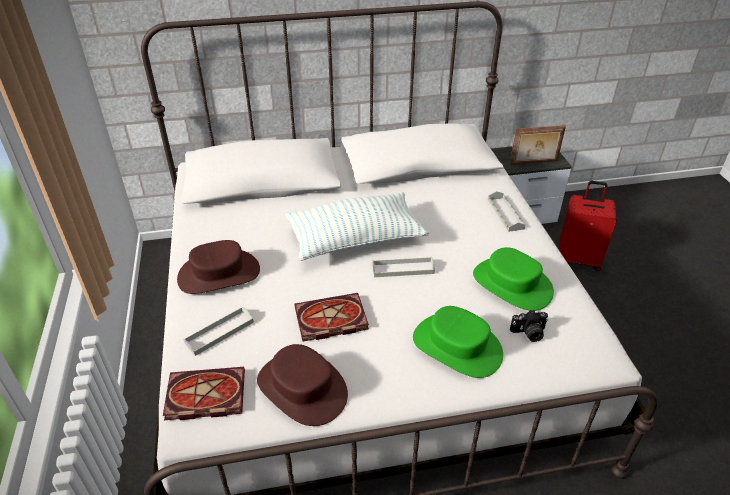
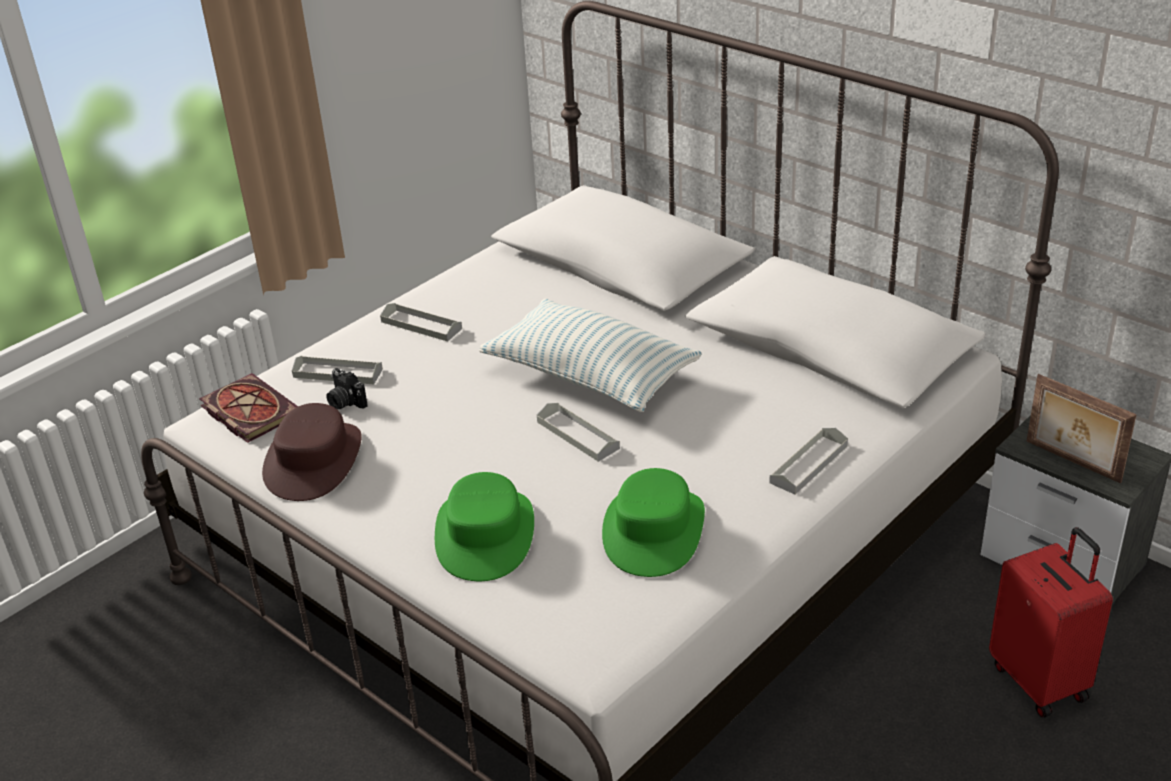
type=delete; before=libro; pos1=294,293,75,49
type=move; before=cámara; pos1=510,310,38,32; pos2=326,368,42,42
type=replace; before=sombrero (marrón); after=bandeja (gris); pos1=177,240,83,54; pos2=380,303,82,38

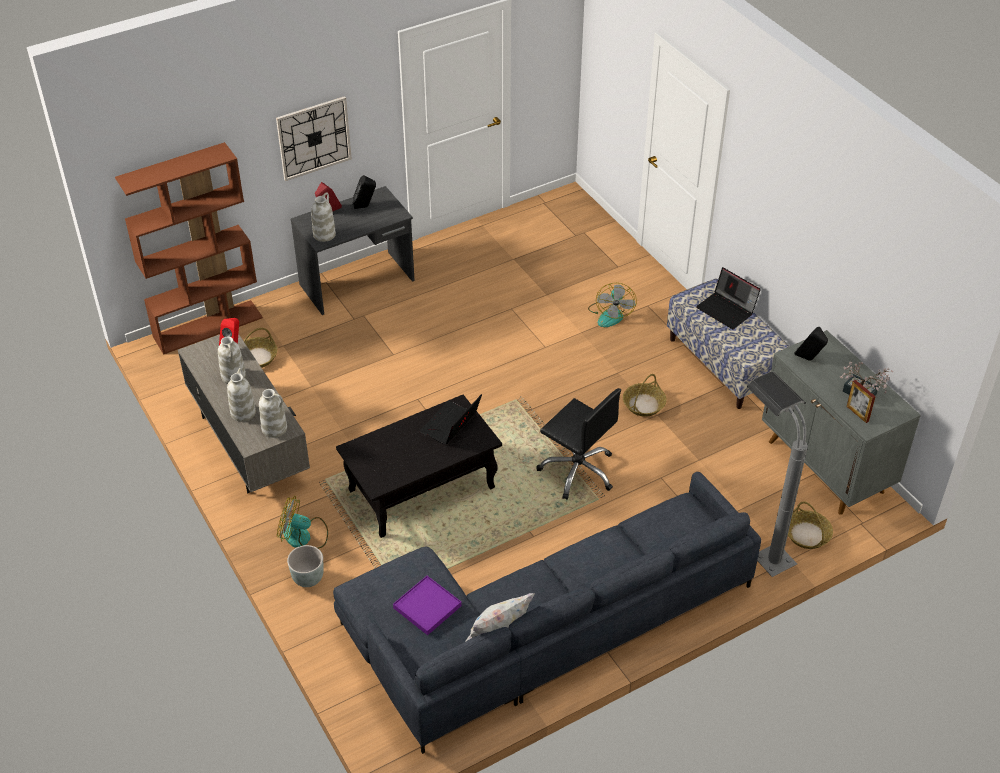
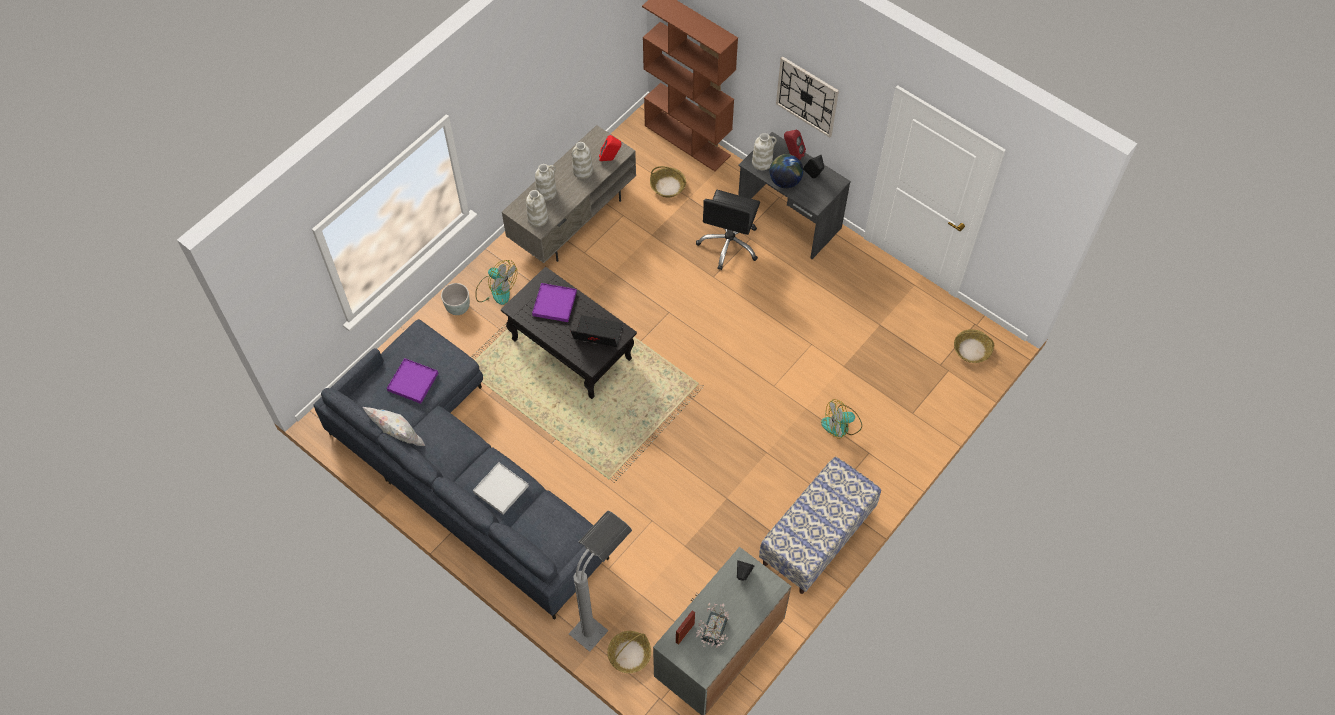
type=delete; before=portátil; pos1=696,267,65,62
type=insert; after=bandeja (blanco); pos2=473,462,56,52
type=insert; after=bandeja (morado); pos2=532,283,45,39
type=insert; after=globo terráqueo; pos2=769,154,34,34
type=move; before=silla de oficina (negro); pos1=537,388,84,112; pos2=696,190,64,80
type=move; before=cesta; pos1=623,374,43,43; pos2=954,329,40,34
type=rotate; before=ventilador; pos1=277,496,51,53; pos2=475,260,42,45; turn=135

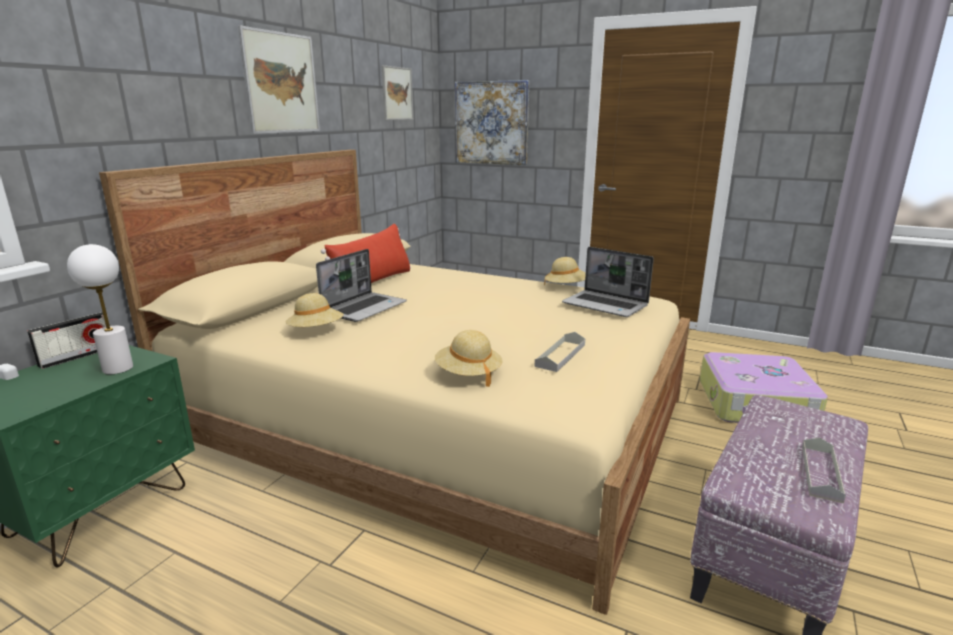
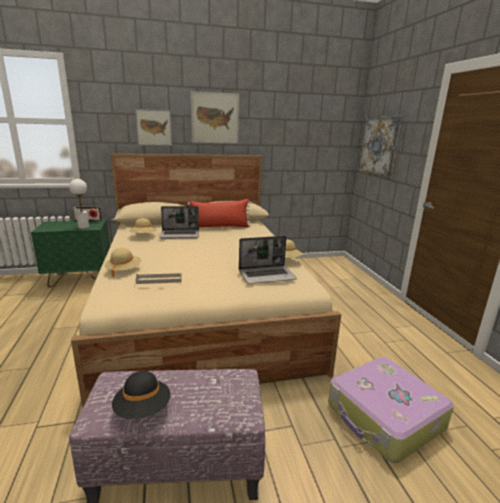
type=move; before=cuadro; pos1=382,65,31,55; pos2=135,109,37,37
type=replace; before=bandeja (gris); after=sombrero (negro); pos1=802,437,44,66; pos2=112,371,58,48
type=rotate; before=portátil; pos1=562,247,92,70; pos2=239,236,58,48; turn=-105

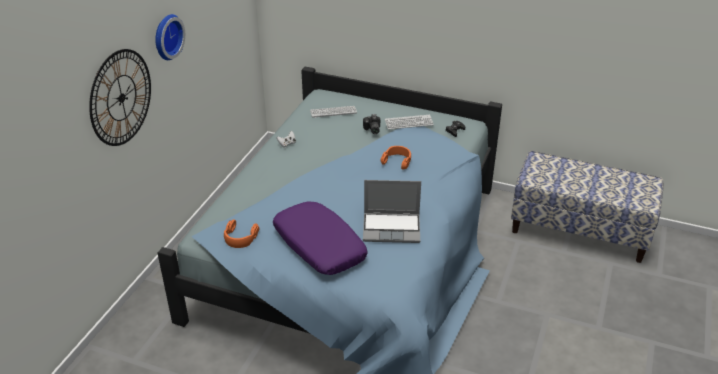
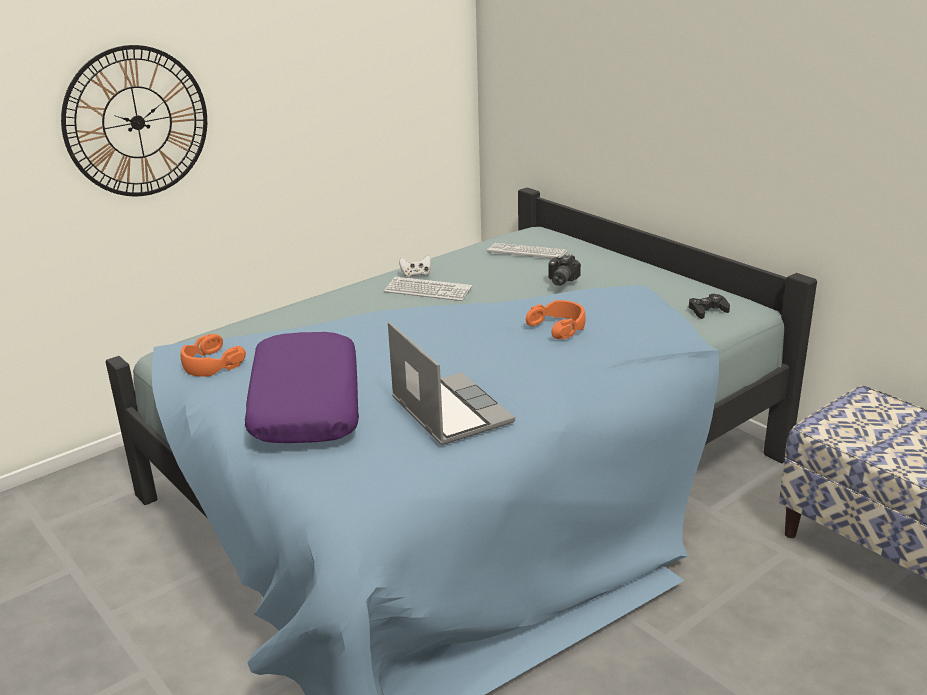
type=delete; before=reloj de pared; pos1=155,14,30,46
type=move; before=teclado; pos1=385,115,49,15; pos2=384,277,88,24
type=rotate; before=portátil; pos1=363,180,58,63; pos2=388,321,127,124; turn=-150

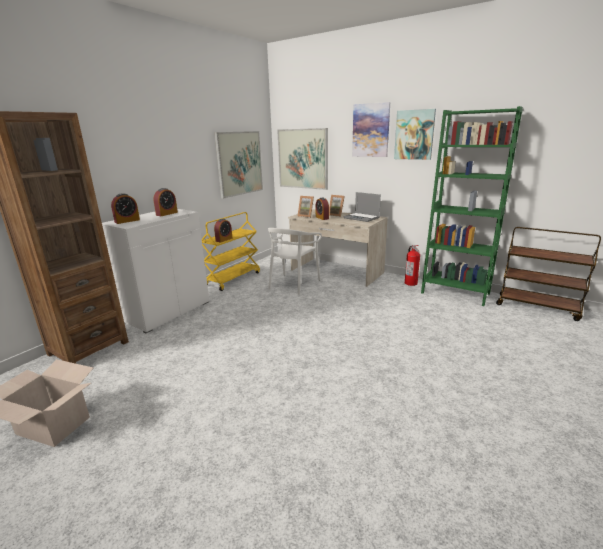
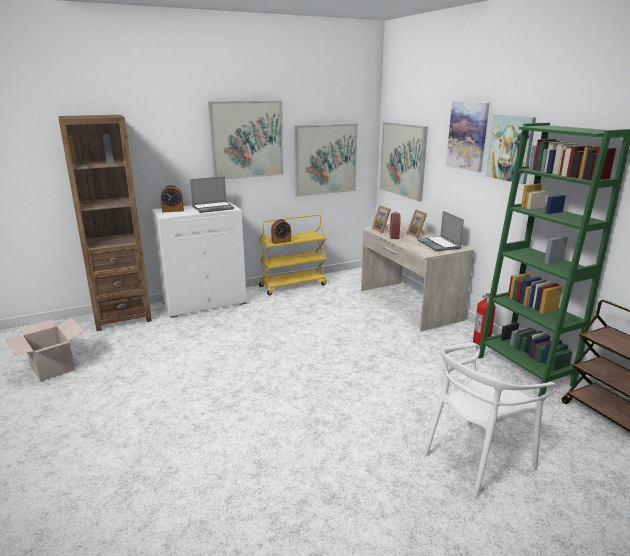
type=insert; after=cuadro; pos2=208,101,76,78
type=move; before=silla (blanco); pos1=268,228,54,67; pos2=423,343,134,154
type=replace; before=despertador; after=portátil; pos1=153,188,25,28; pos2=190,176,44,37

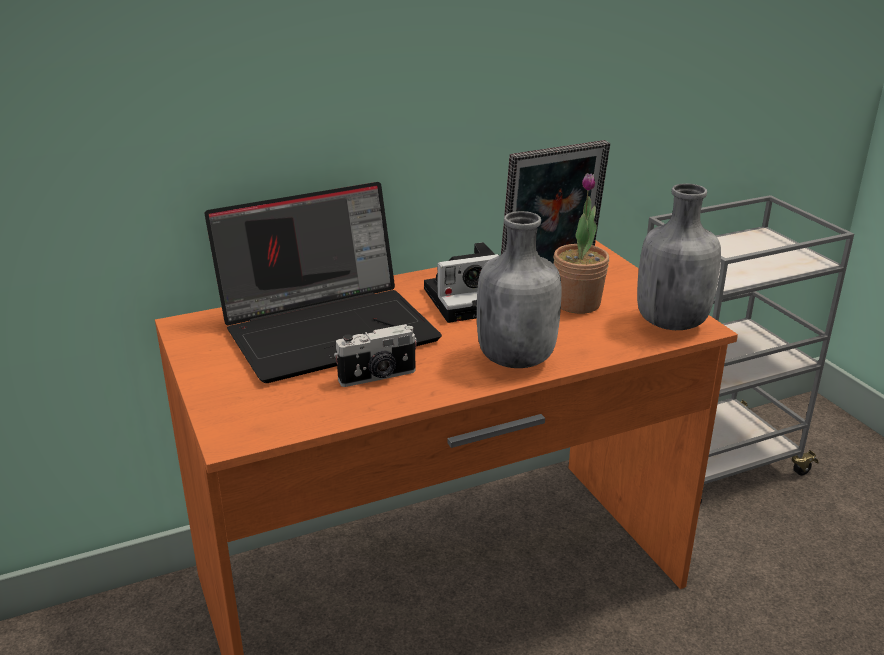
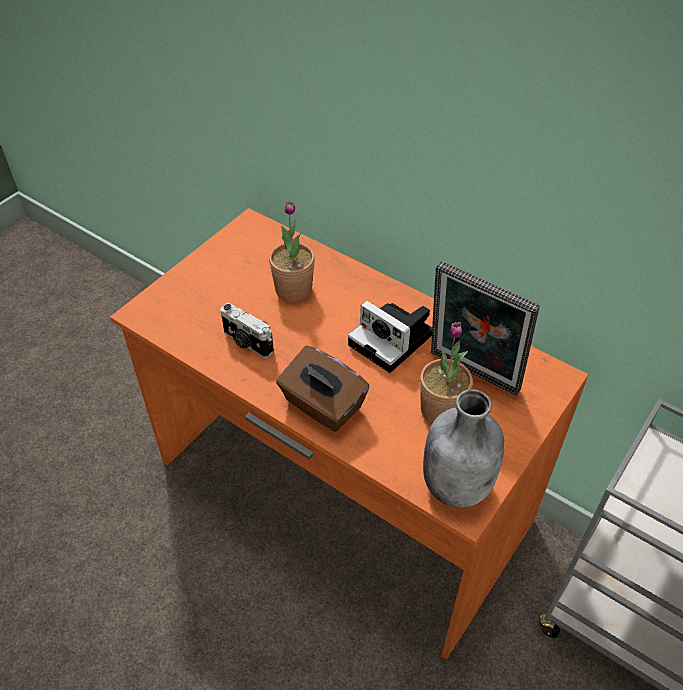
type=replace; before=portátil; after=planta en maceta; pos1=205,182,237,201; pos2=269,201,46,101
type=replace; before=botella (gris); after=caja de pañuelos (marrón); pos1=477,211,84,157; pos2=276,346,93,86

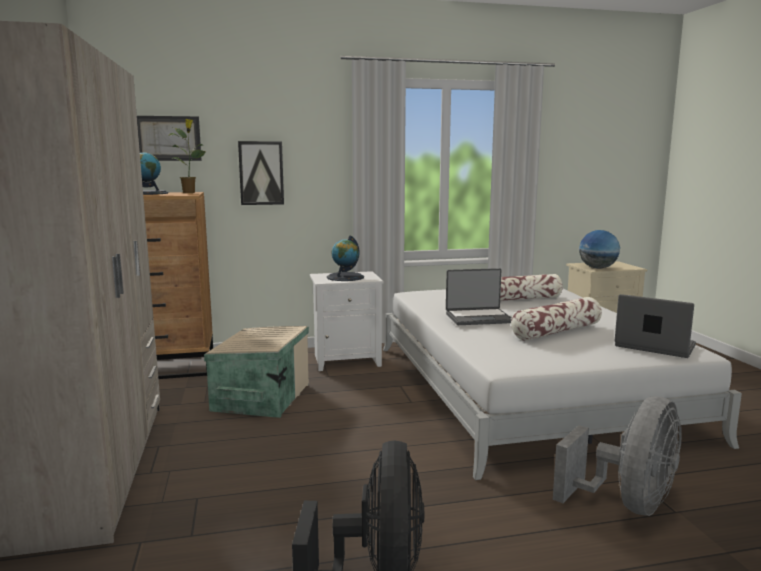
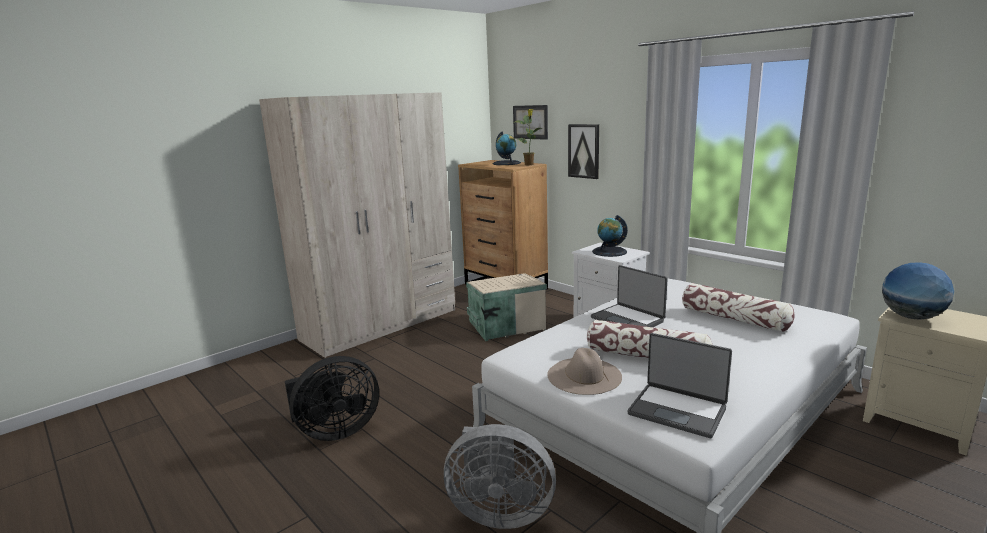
type=insert; after=sombrero (beis); pos2=547,348,75,47
type=rotate; before=portátil; pos1=615,294,81,64; pos2=628,333,104,105; turn=120

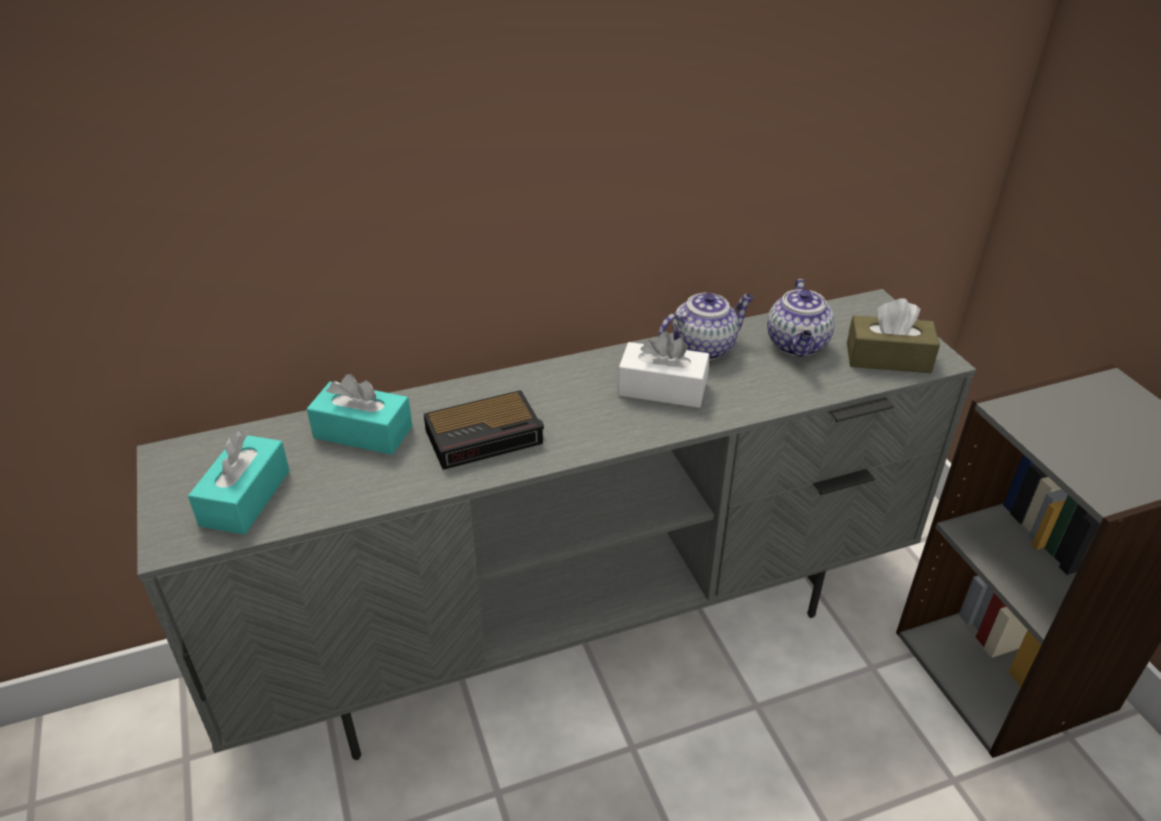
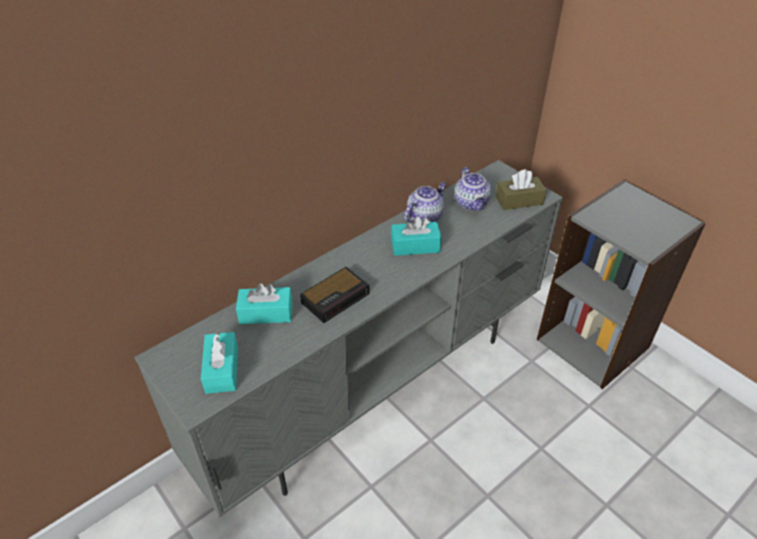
type=recolor; before=caja de pañuelos (blanco); after=caja de pañuelos (turquesa); pos1=618,332,91,76; pos2=391,216,51,40

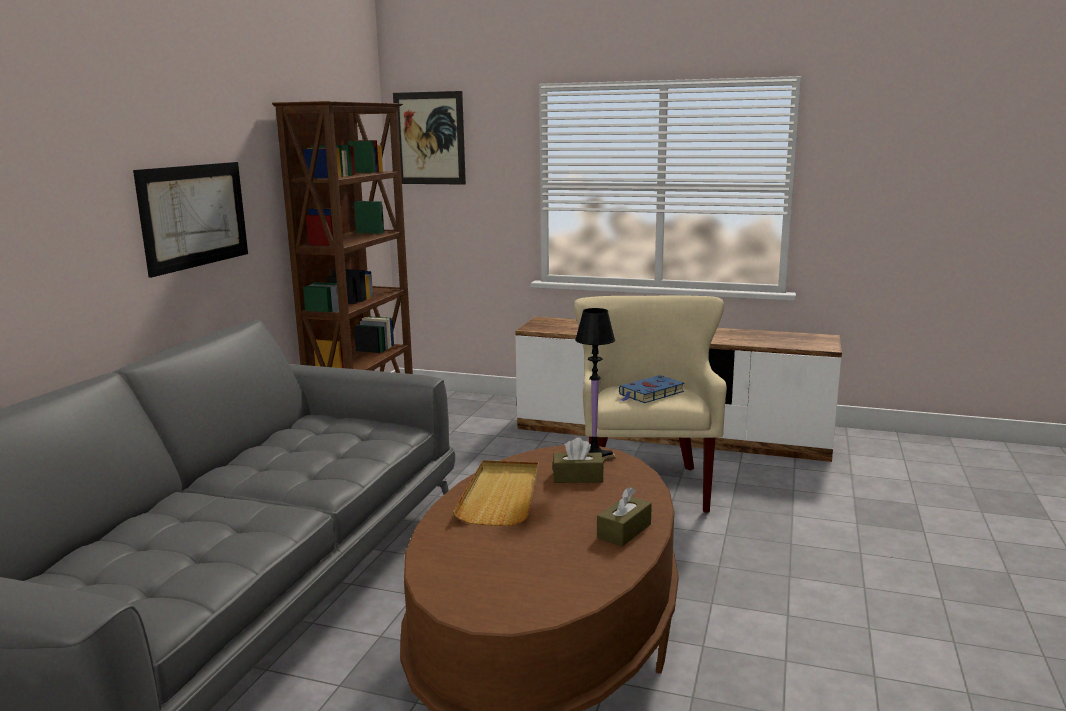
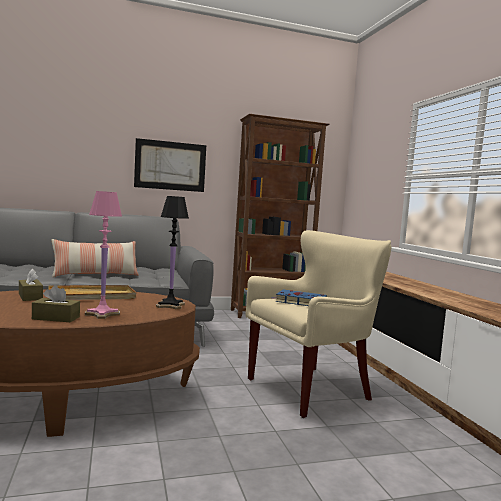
type=delete; before=cuadro; pos1=393,91,73,94
type=insert; after=cojín; pos2=51,239,88,38
type=insert; after=lámpara de mesa (rosa); pos2=85,191,37,128
type=move; before=caja de pañuelos (marrón); pos1=553,438,51,45; pos2=19,269,24,32

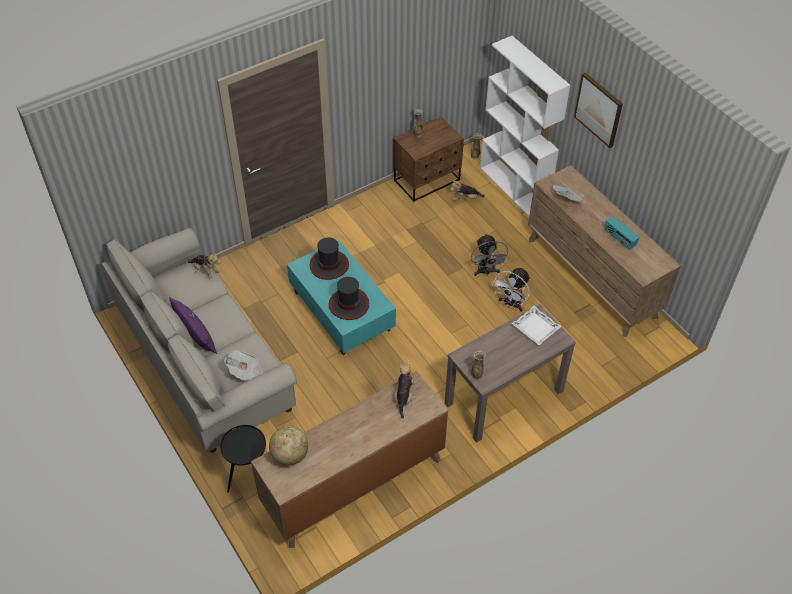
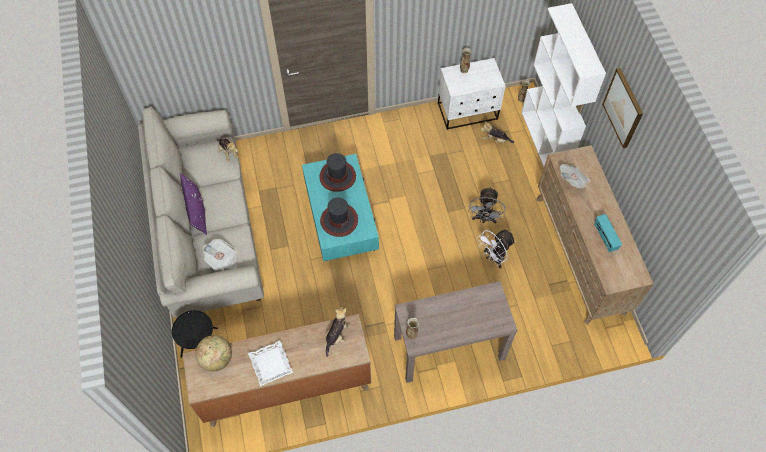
type=move; before=bandeja (blanco); pos1=511,306,51,39; pos2=248,340,45,46
type=recolor; before=mesita de noche (marrón); after=mesita de noche (blanco); pos1=393,117,71,85; pos2=438,58,68,72

